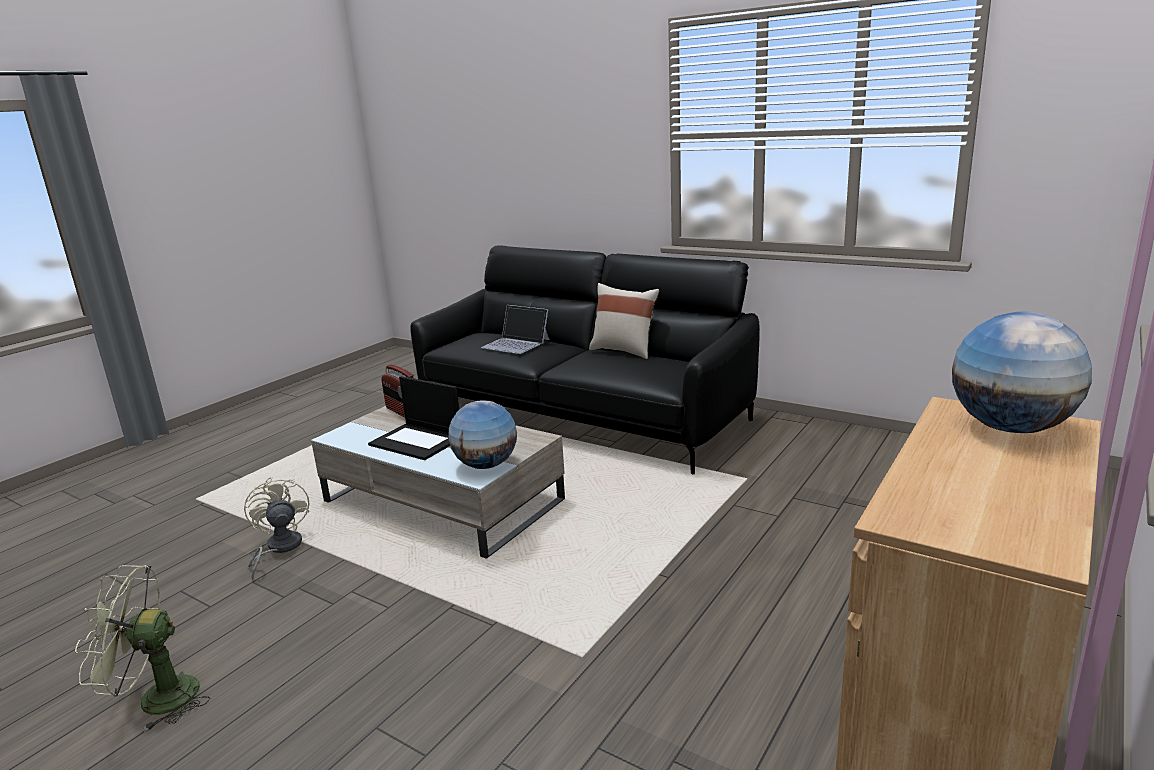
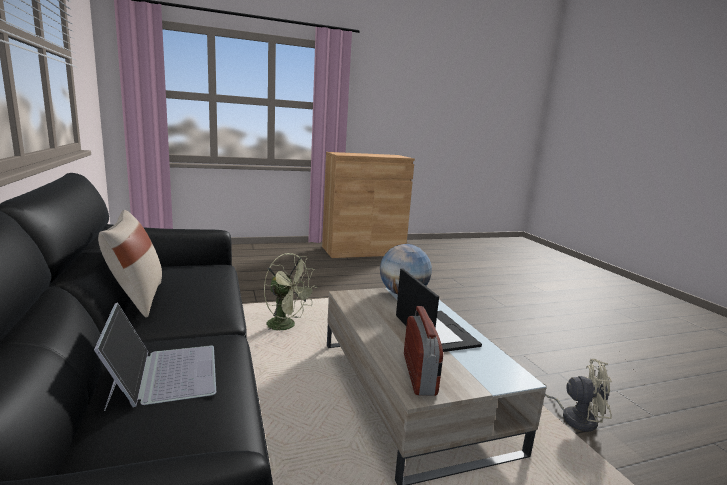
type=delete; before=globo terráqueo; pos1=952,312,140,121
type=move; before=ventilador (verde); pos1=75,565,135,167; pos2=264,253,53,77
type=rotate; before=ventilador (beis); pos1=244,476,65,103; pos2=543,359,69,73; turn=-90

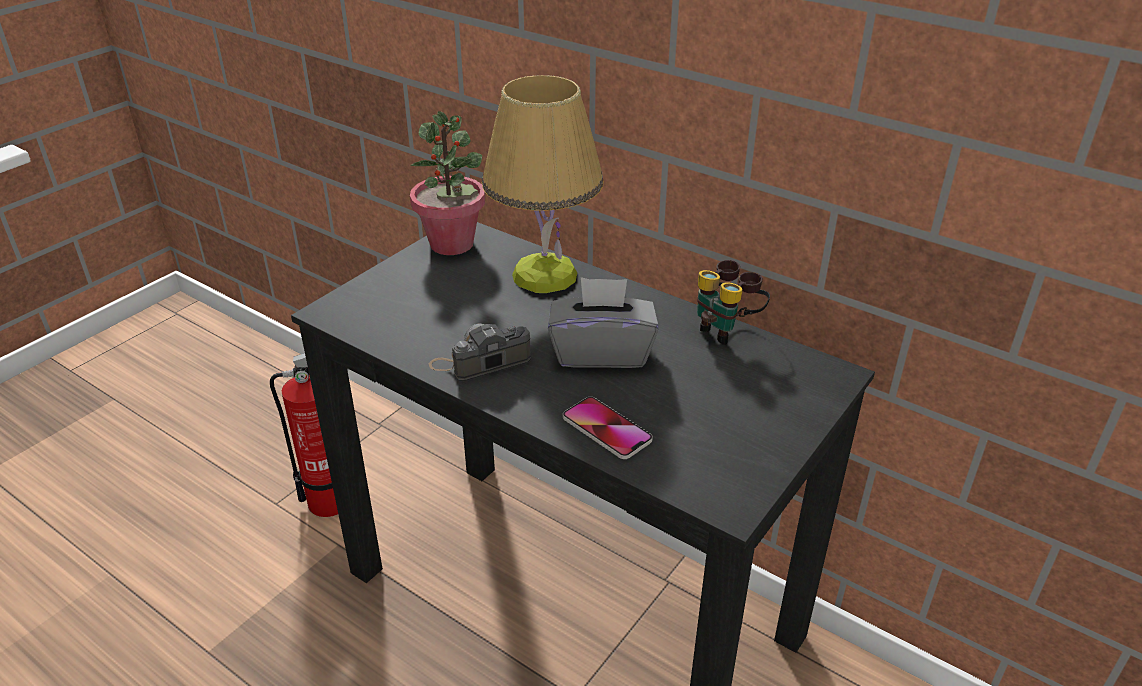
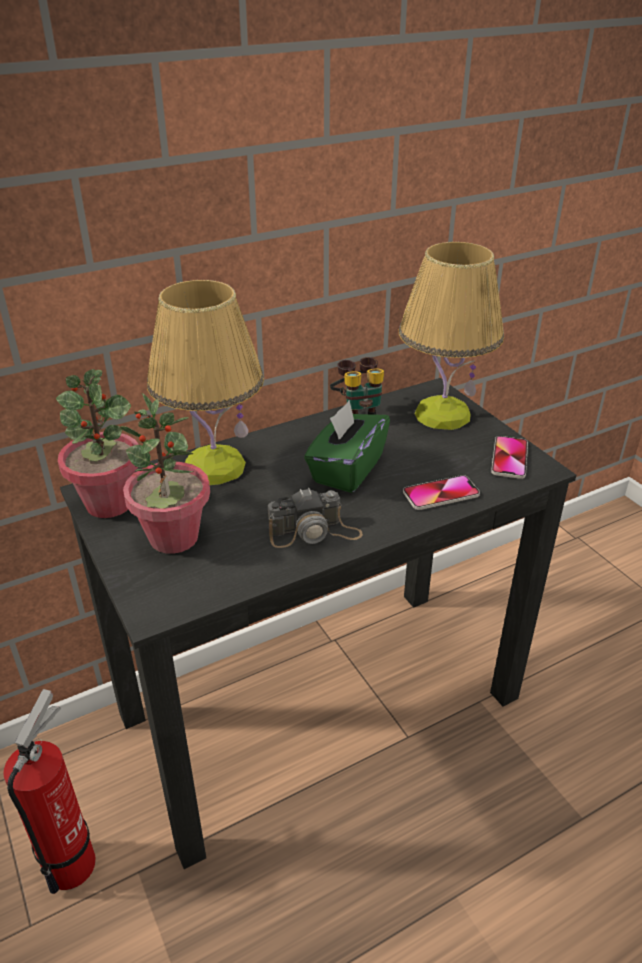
type=insert; after=planta en maceta; pos2=118,393,92,161
type=insert; after=lámpara de mesa; pos2=399,242,105,188
type=insert; after=móvil; pos2=491,436,37,43
type=recolor; before=caja de pañuelos (gris); after=caja de pañuelos (verde); pos1=548,277,110,91; pos2=304,400,86,93
type=rotate; before=cámara; pos1=429,323,102,58; pos2=268,488,95,60; turn=-105

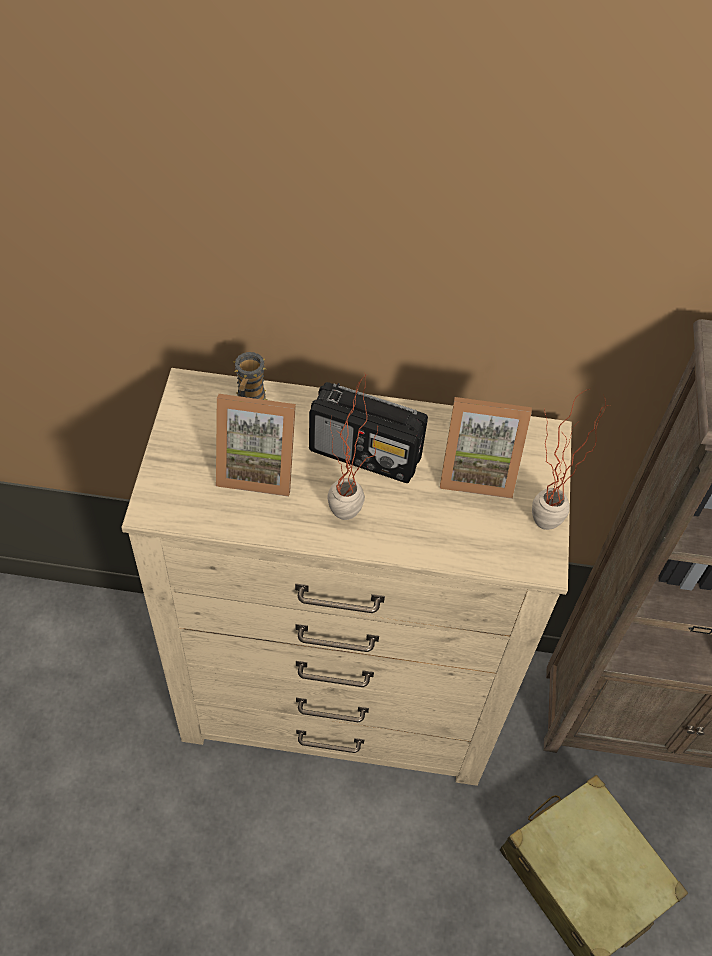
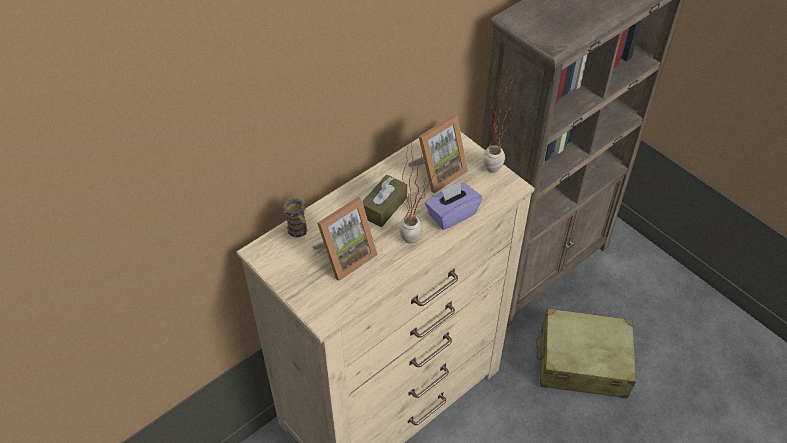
type=insert; after=caja de pañuelos (morado); pos2=425,182,57,48
type=replace; before=radio; after=caja de pañuelos (marrón); pos1=309,382,119,101; pos2=362,175,45,52

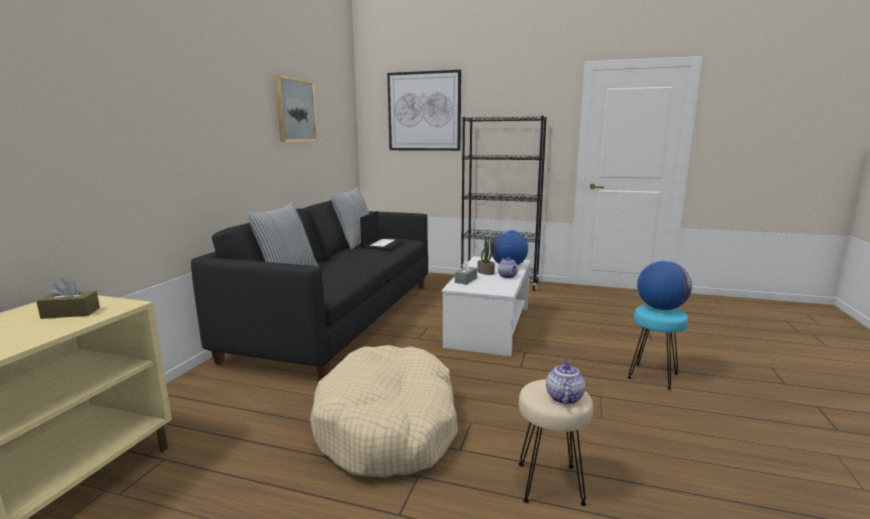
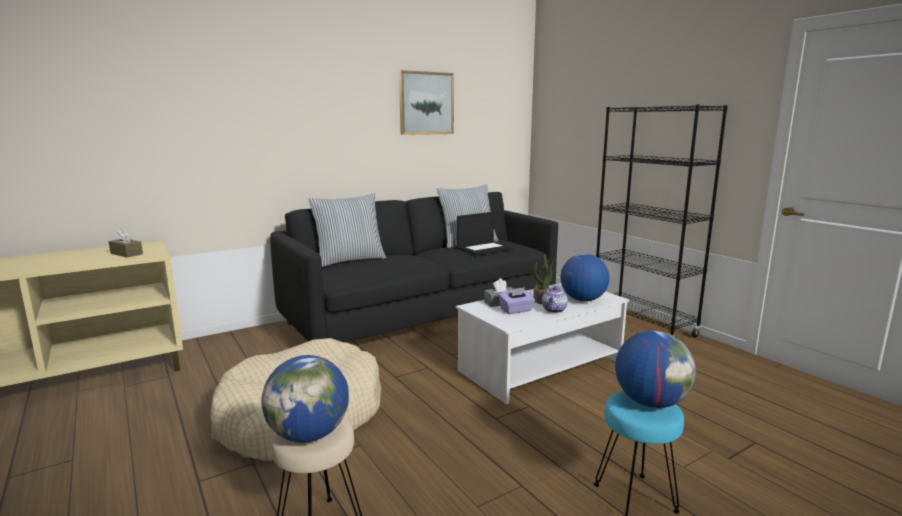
type=delete; before=cuadro; pos1=387,70,74,81
type=insert; after=caja de pañuelos (morado); pos2=498,287,37,27
type=replace; before=tetera; after=globo terráqueo; pos1=546,360,39,44; pos2=261,355,88,87

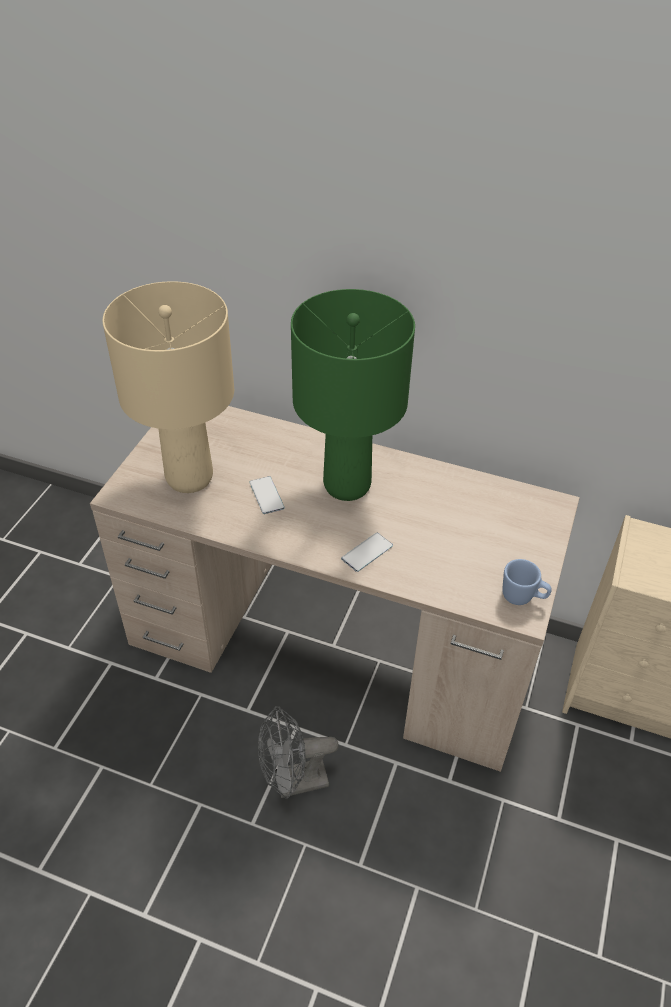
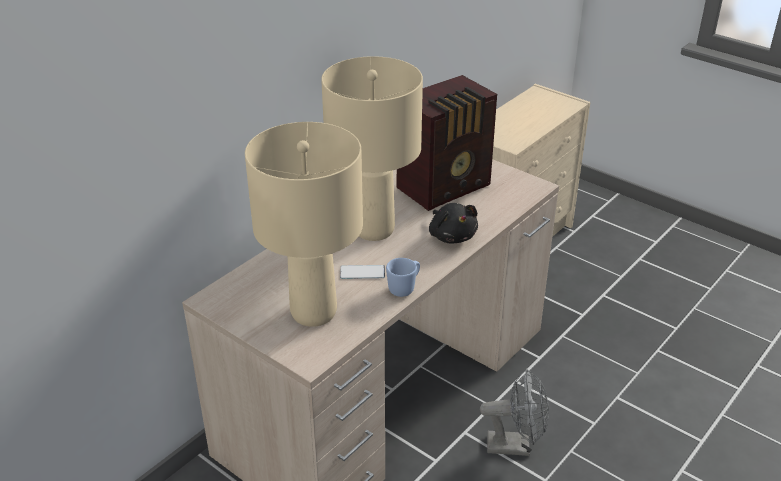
type=insert; after=radio; pos2=397,75,100,136
type=move; before=taza grande (azul); pos1=502,559,50,46; pos2=386,258,34,39
type=replace; before=móvil; after=peluche (negro); pos1=341,533,52,39; pos2=429,203,49,40
type=recolor; before=lámpara de mesa (verde); after=lámpara de mesa (beis); pos1=291,289,124,212; pos2=321,56,102,185
type=rotate; before=ventilador (gris); pos1=258,706,81,92; pos2=480,369,69,87; turn=-90

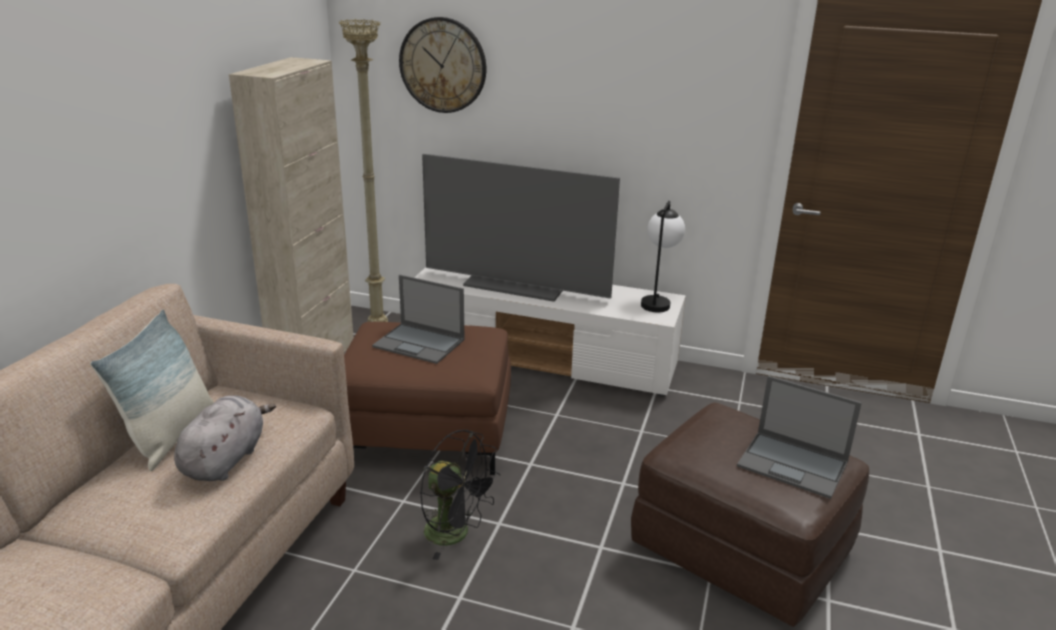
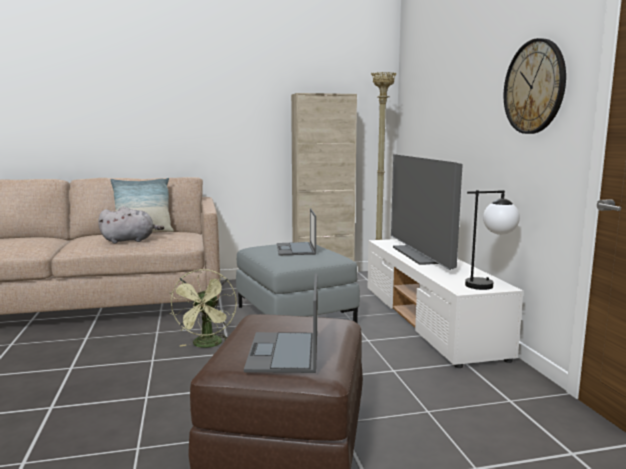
type=move; before=reloj de pared; pos1=399,17,87,96; pos2=504,38,62,96
type=recolor; before=puf (marrón); after=puf (gris); pos1=344,322,167,153; pos2=236,244,124,79
type=recolor; before=ventilador (negro); after=ventilador (verde); pos1=420,430,80,130; pos2=169,269,68,79

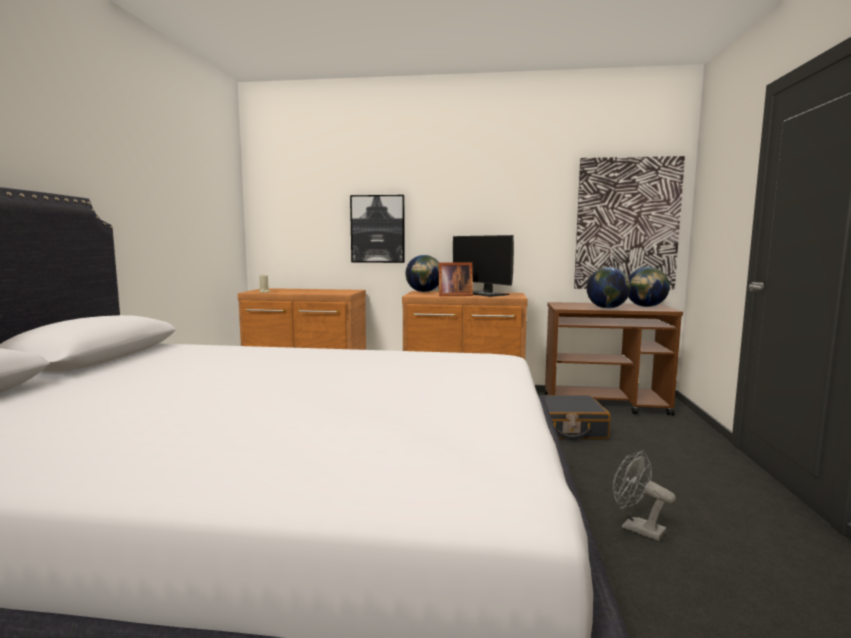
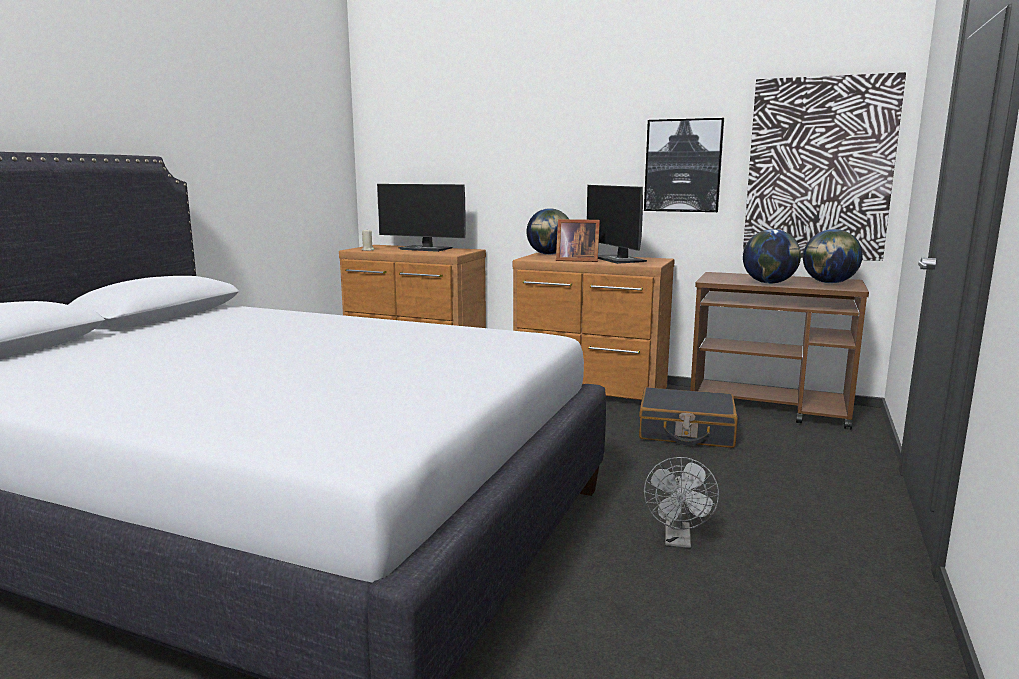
type=insert; after=monitor; pos2=377,184,89,68
type=move; before=cuadro; pos1=350,195,55,68; pos2=644,118,80,94
type=rotate; before=ventilador (gris); pos1=612,451,64,90; pos2=644,457,75,91; turn=-135

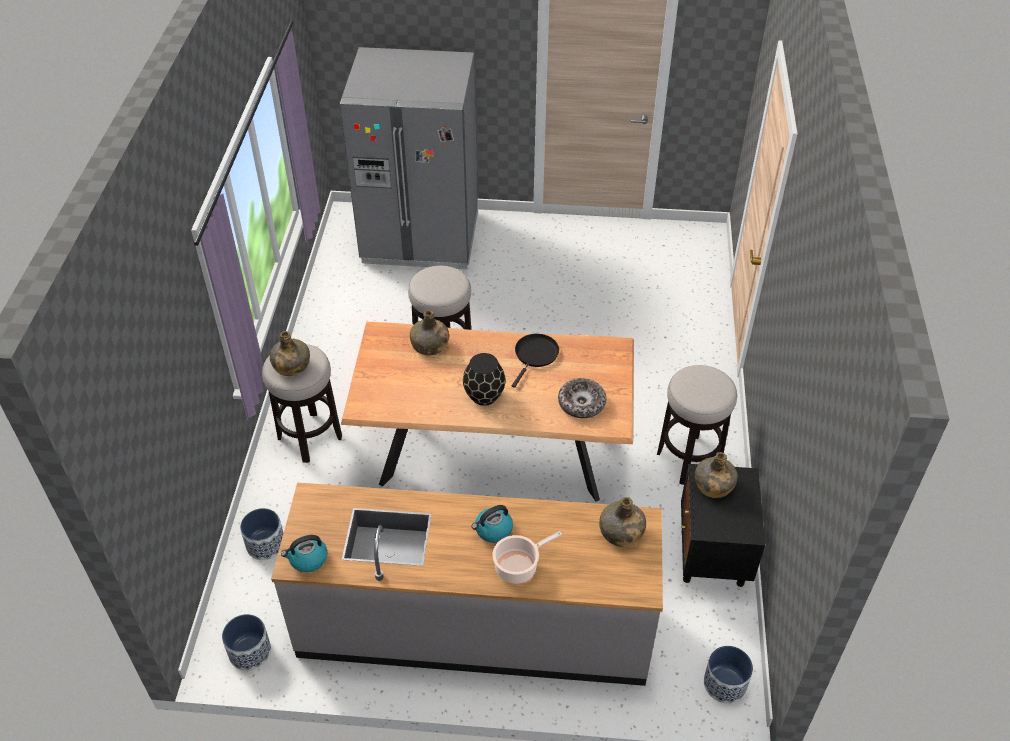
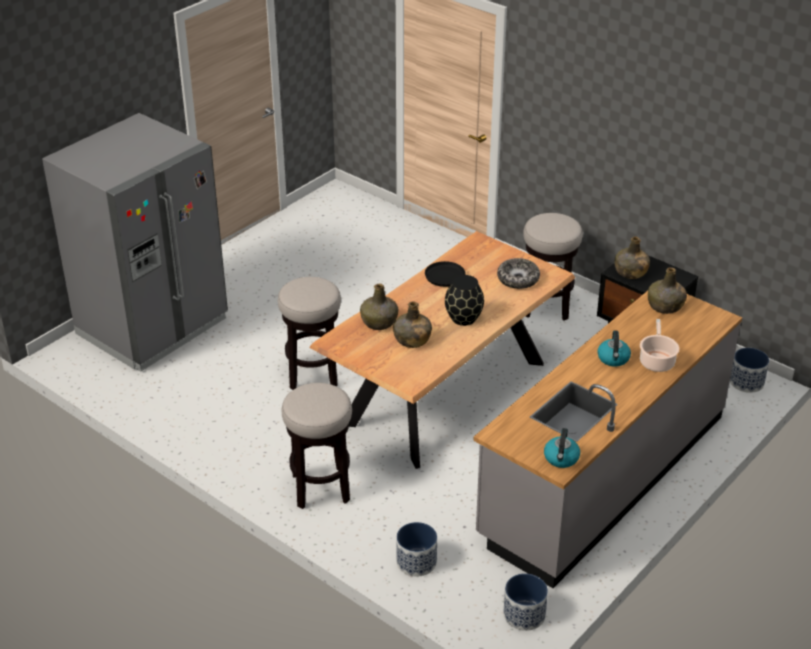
type=move; before=botella (verde); pos1=270,331,40,45; pos2=393,301,39,47

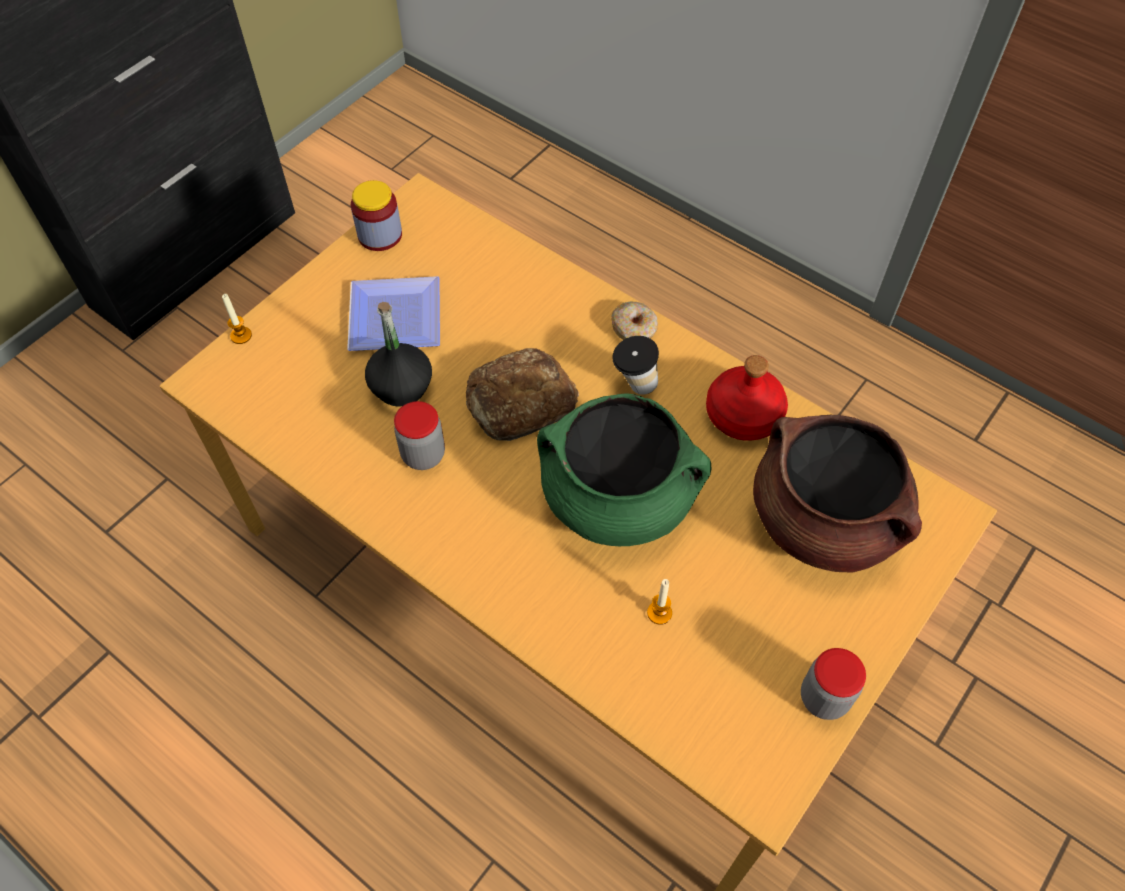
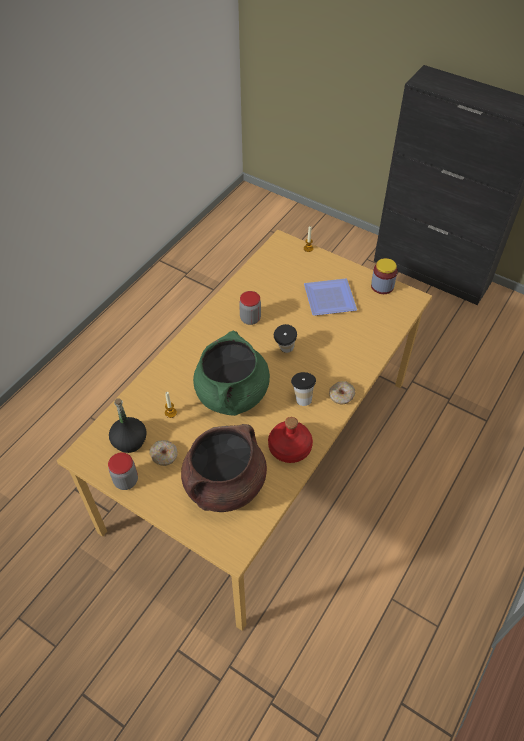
type=insert; after=rosquilla; pos2=149,440,29,26
type=move; before=botella (negro); pos1=365,302,67,105; pos2=109,398,38,55
type=replace; before=pan; after=taza; pos1=466,348,113,93; pos2=274,324,23,29

